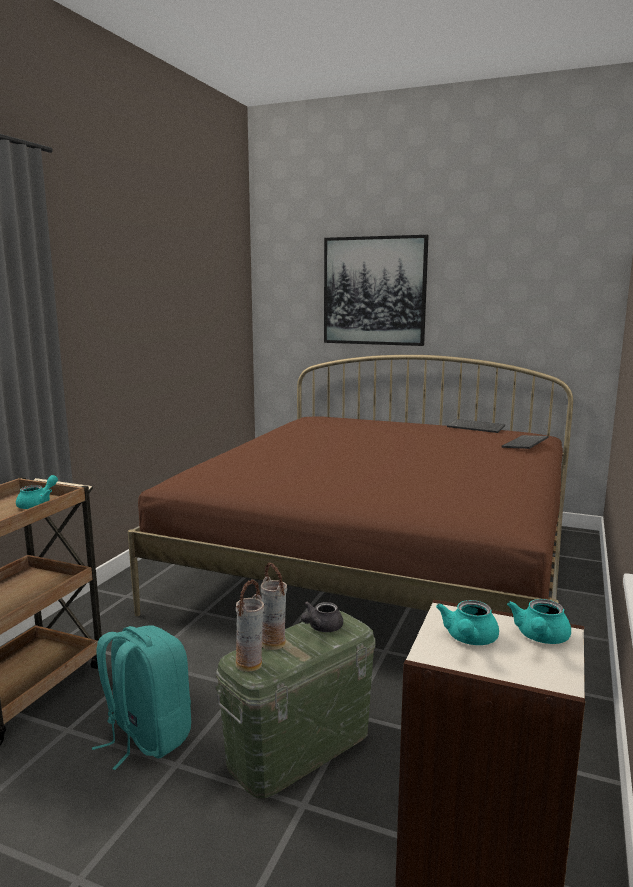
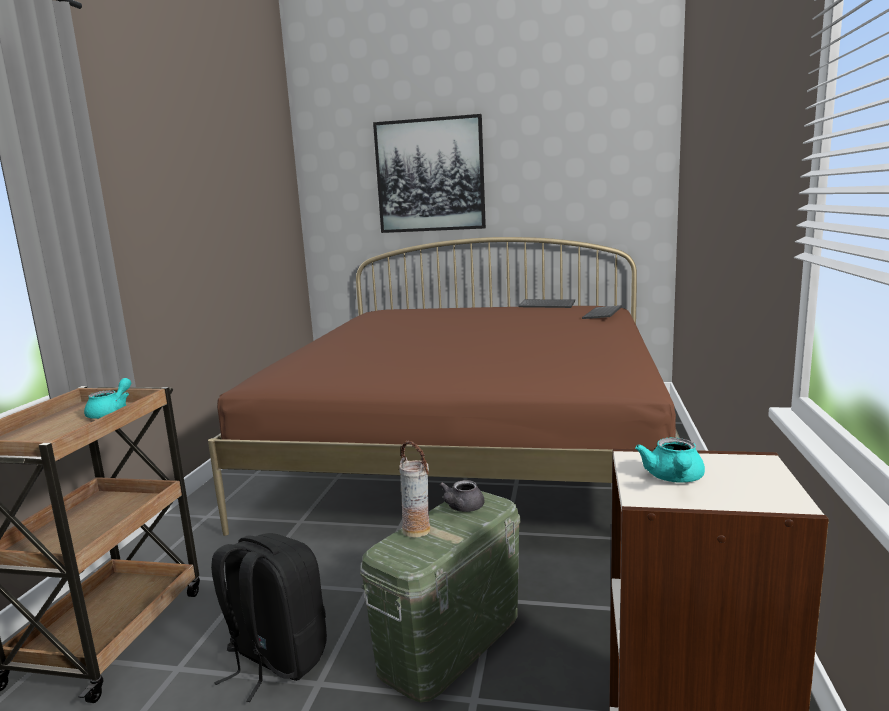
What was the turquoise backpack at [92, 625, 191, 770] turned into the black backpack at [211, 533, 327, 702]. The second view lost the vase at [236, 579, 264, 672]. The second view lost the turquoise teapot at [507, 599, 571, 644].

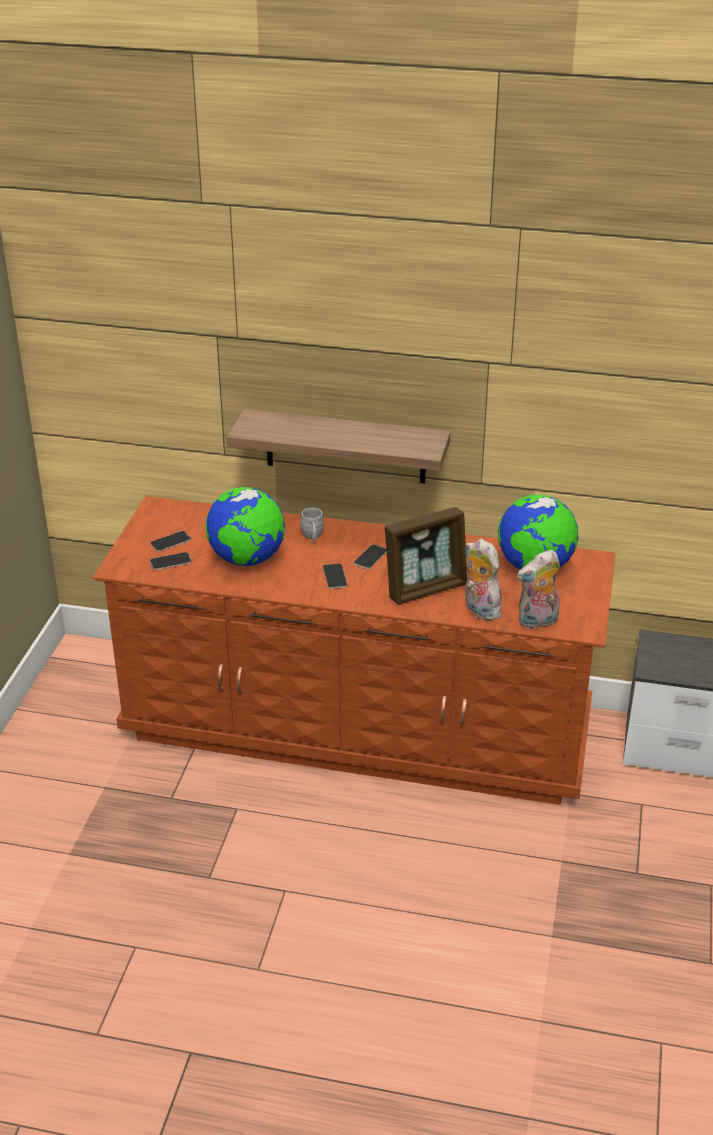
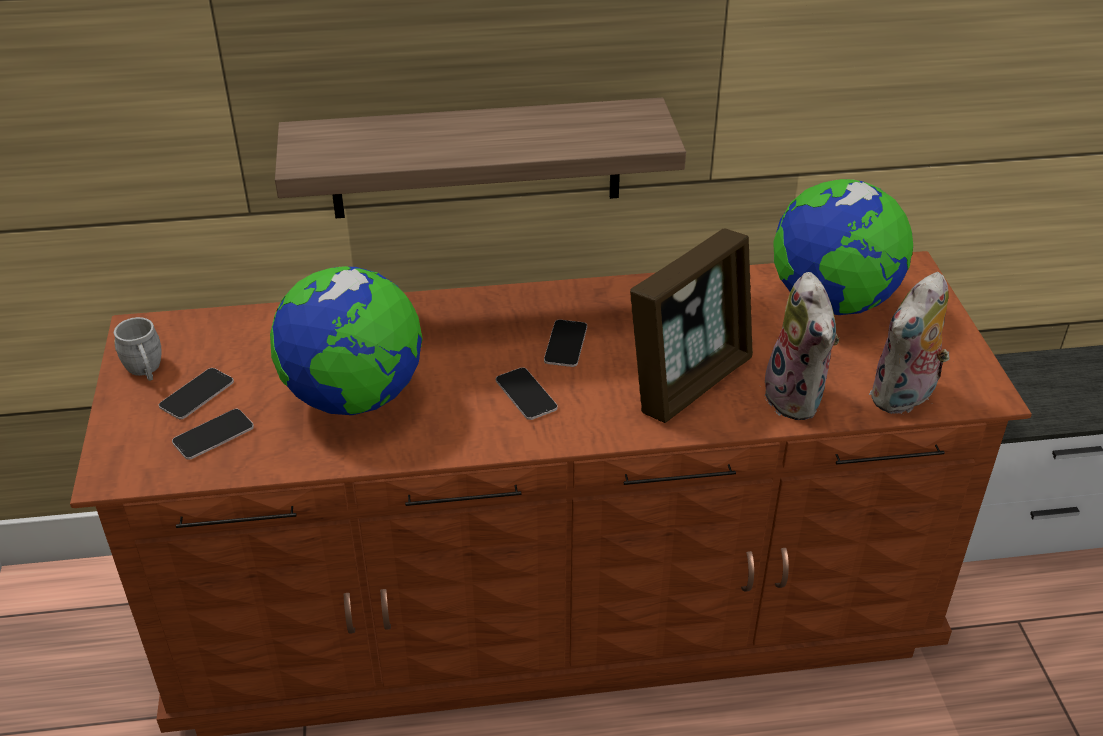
The grey mug ended up elsewhere, having gone from [300, 508, 324, 542] to [114, 317, 162, 381]. The plush toy at [464, 539, 505, 620] ended up facing another way, 135 degrees counterclockwise from before.

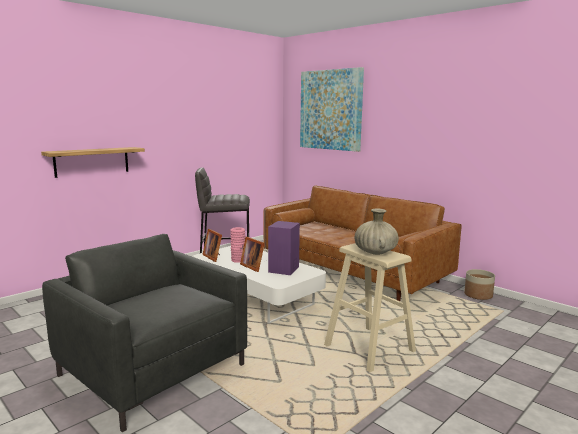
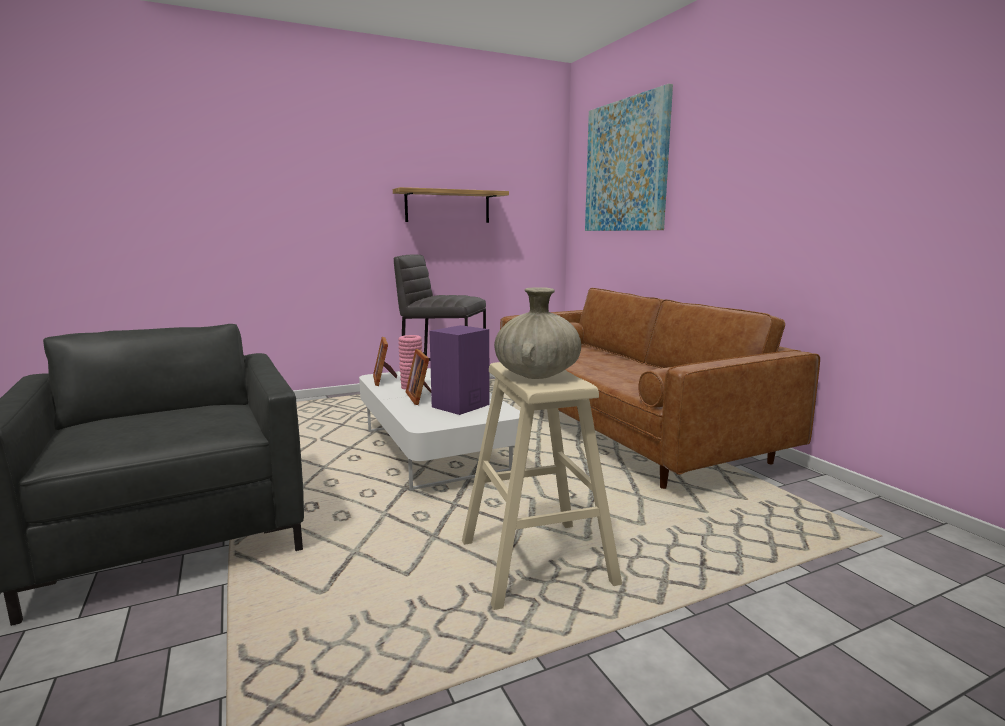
The shelf ended up elsewhere, having gone from [41, 147, 145, 178] to [393, 187, 509, 223]. The second view lost the planter at [464, 269, 495, 300].

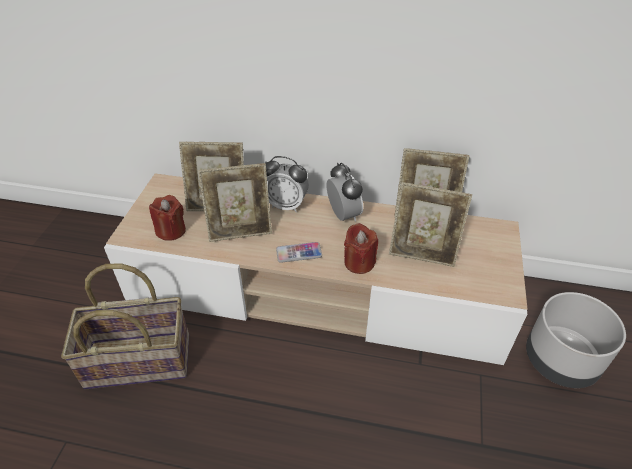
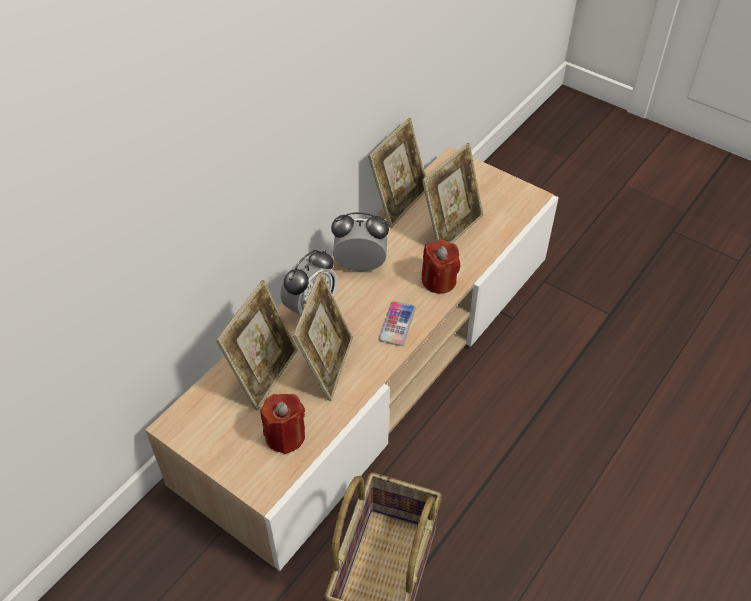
The second view lost the grey planter at [526, 292, 626, 388].

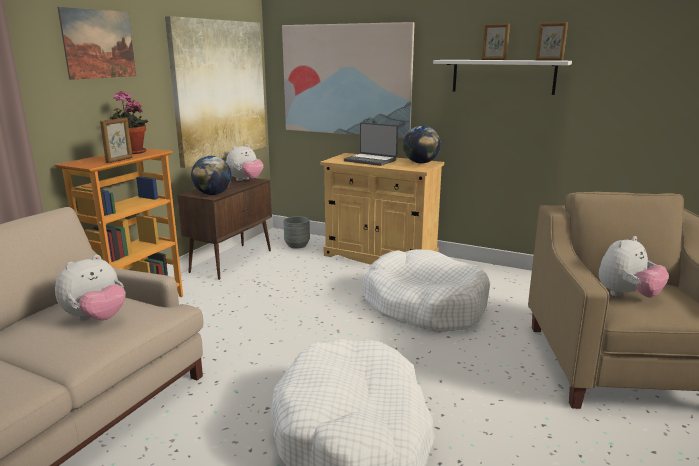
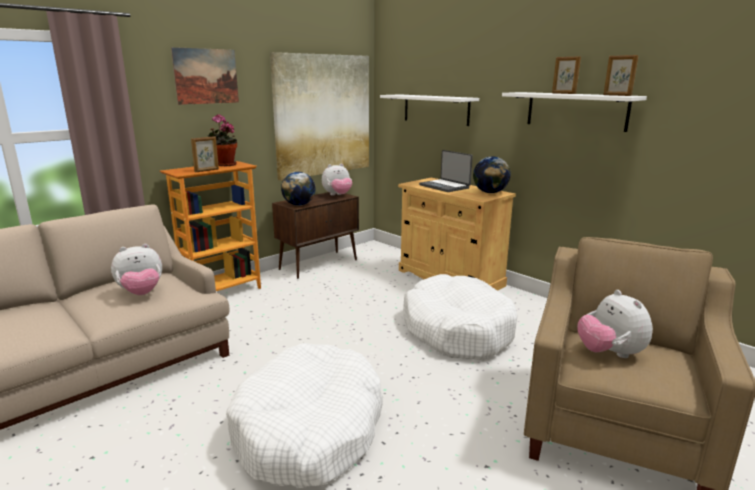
Where the picture hung at [282, 22, 415, 138], the white shelf came to hang at [380, 94, 479, 126]. The second view lost the grey planter at [284, 216, 310, 249]. The plush toy at [598, 236, 669, 298] ended up facing another way, 90 degrees clockwise from before.

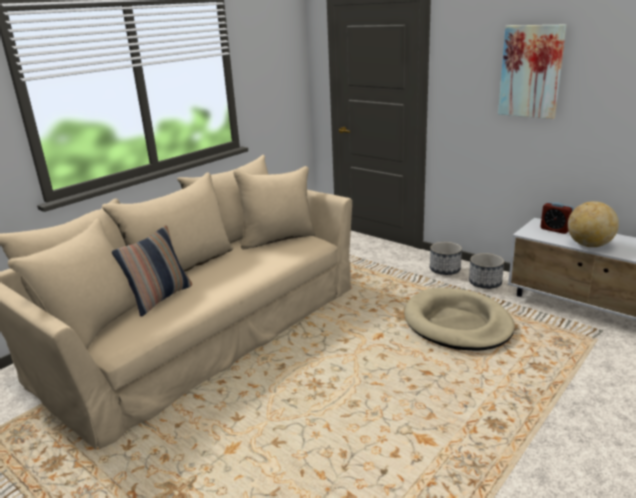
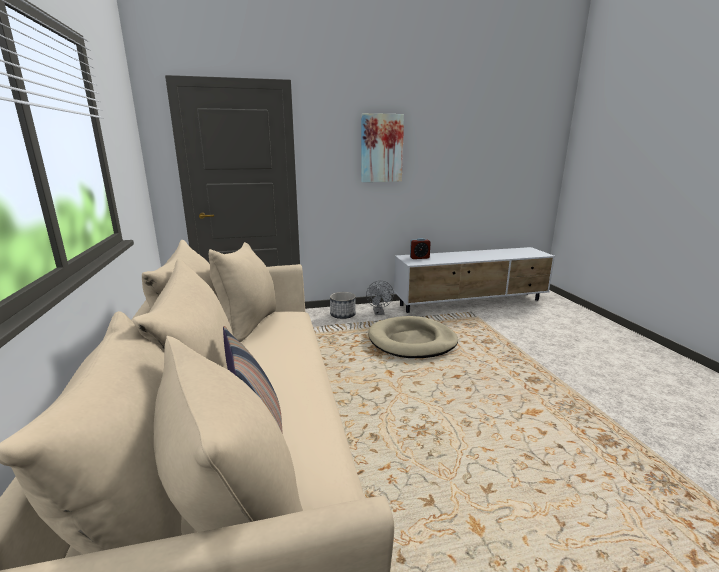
Where the planter stood at [469, 253, 504, 289], the grey fan came to stand at [366, 281, 394, 315]. The second view lost the globe at [568, 201, 619, 247].

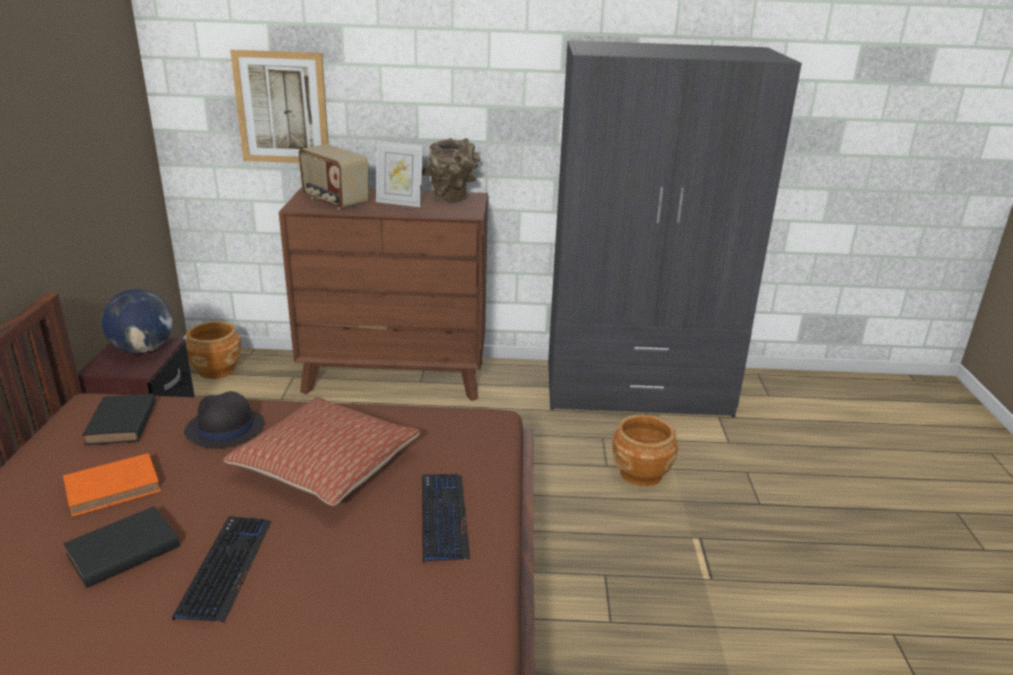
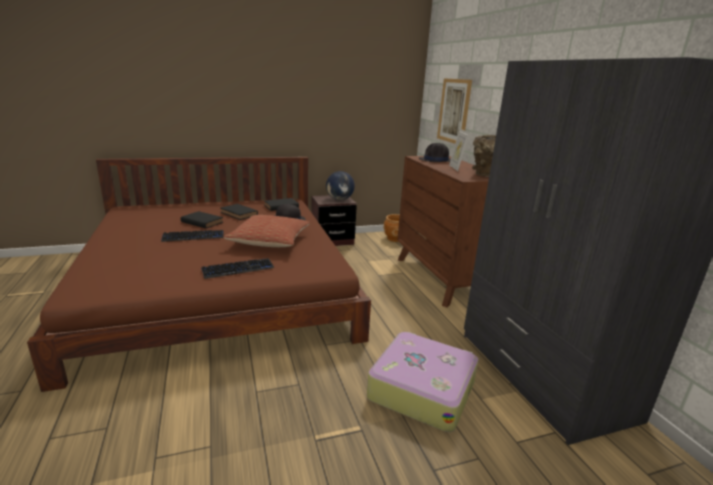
What was the orange book at [63, 453, 160, 517] turned into the black book at [220, 204, 258, 220]. Where the radio stood at [299, 144, 369, 210], the black hat came to stand at [419, 143, 451, 162]. Where the brown planter stood at [613, 414, 678, 487], the suitcase came to stand at [367, 332, 478, 432].

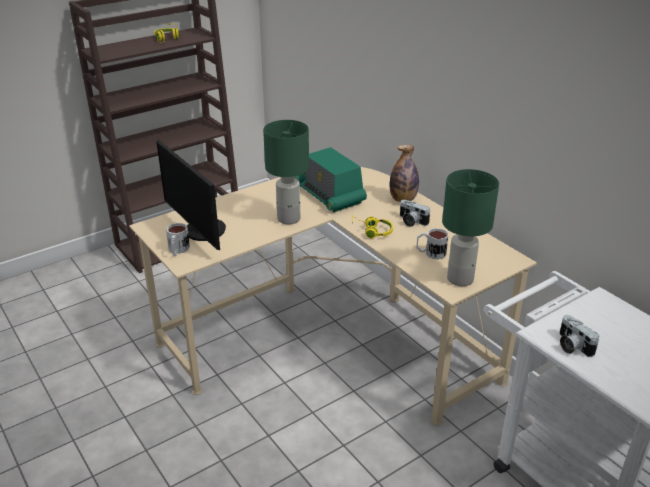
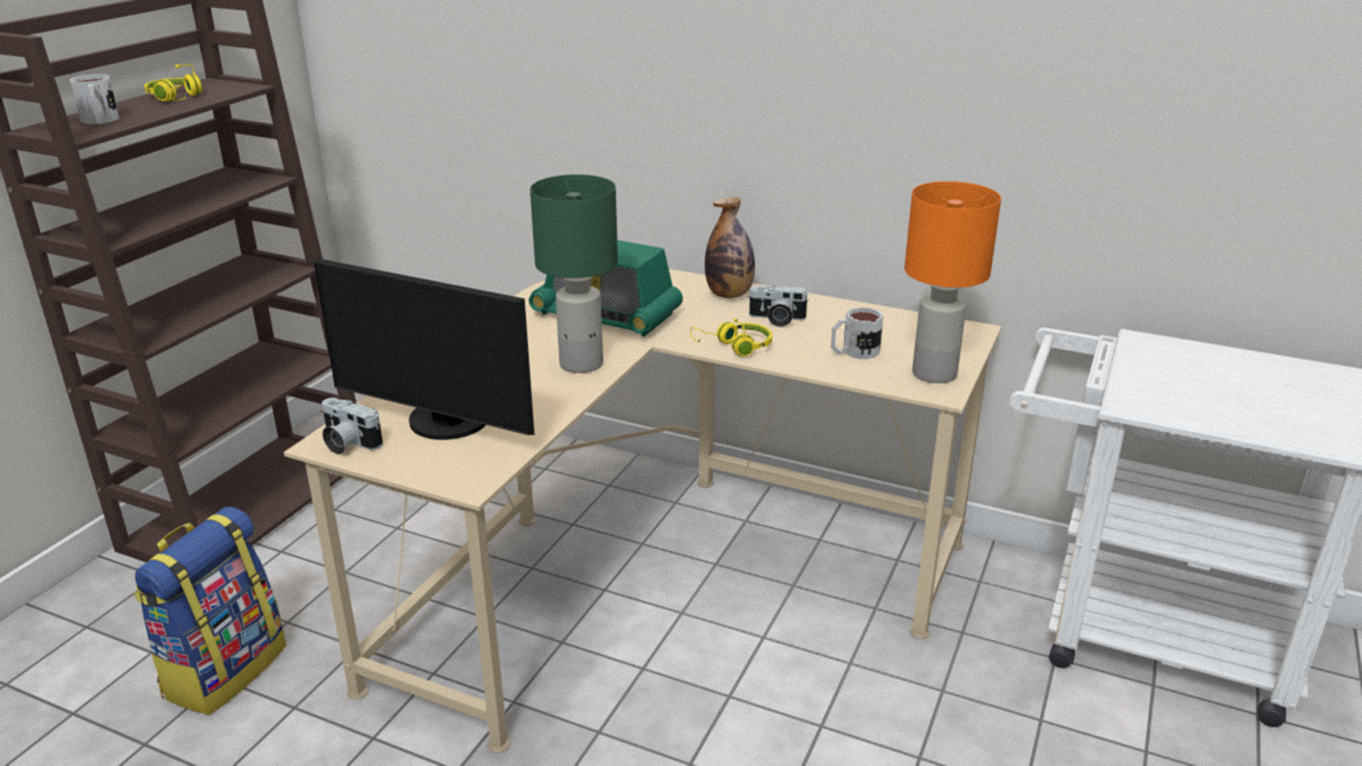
The mug ended up elsewhere, having gone from [166, 223, 190, 256] to [70, 74, 119, 124]. What was the green table lamp at [442, 169, 499, 286] turned into the orange table lamp at [904, 181, 1001, 383]. The photo camera ended up elsewhere, having gone from [559, 315, 599, 357] to [322, 398, 383, 455]. The second view gained the backpack at [134, 507, 286, 715].

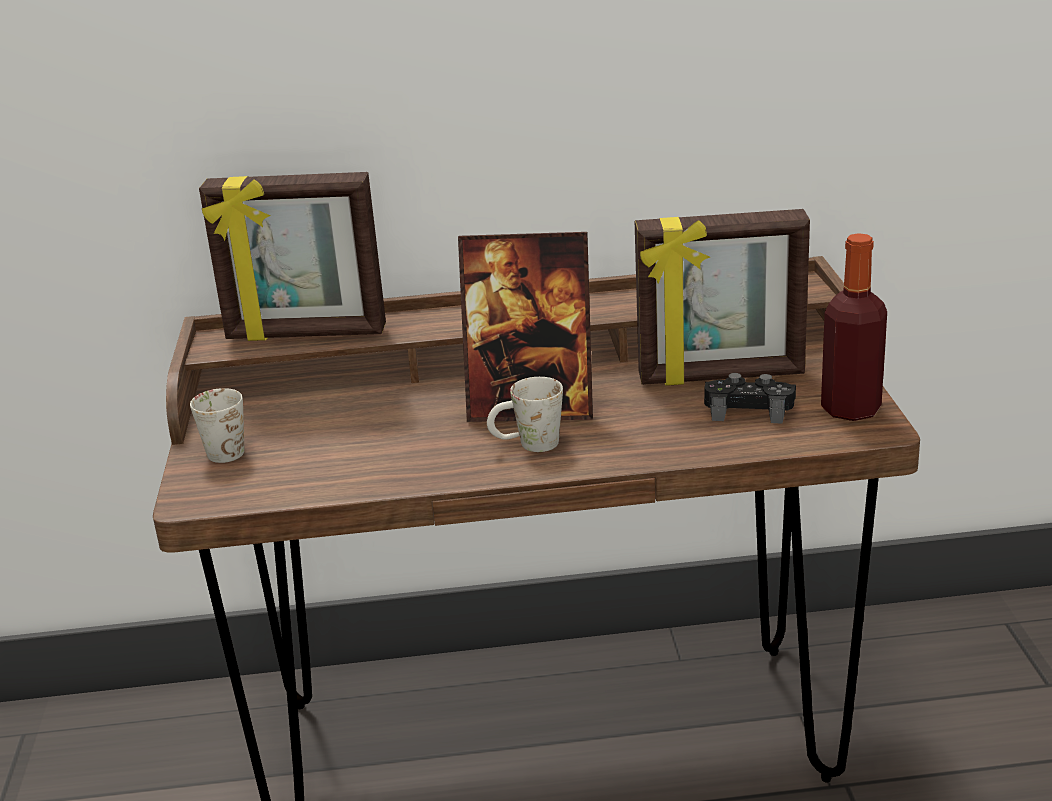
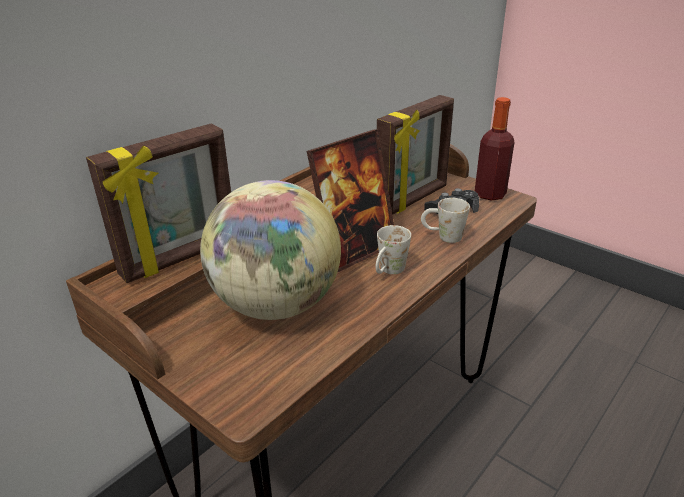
The white mug ended up elsewhere, having gone from [190, 388, 244, 463] to [421, 198, 470, 243]. The second view gained the globe at [200, 180, 341, 320].

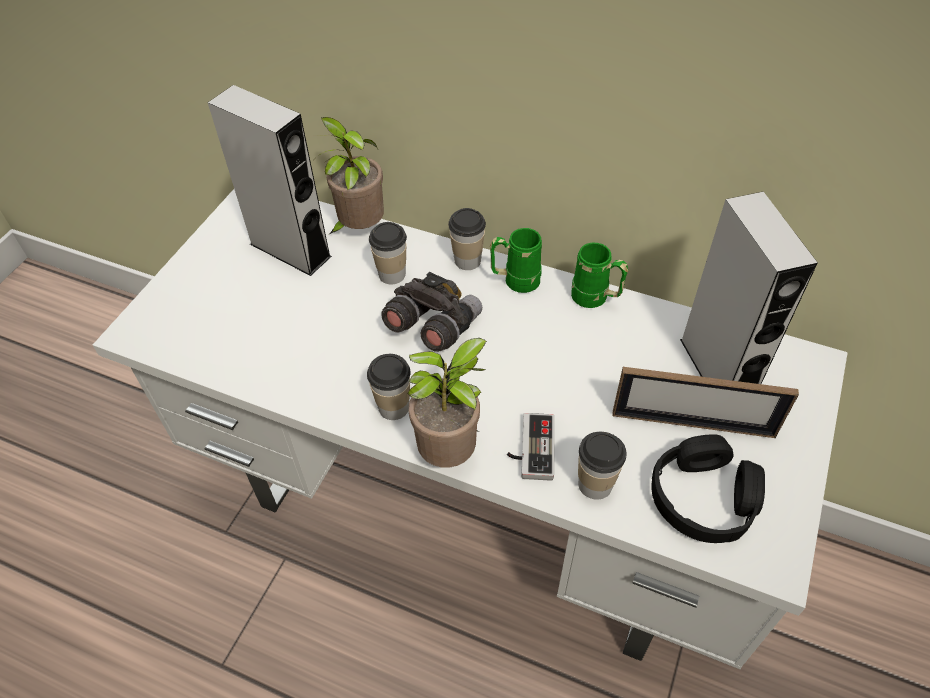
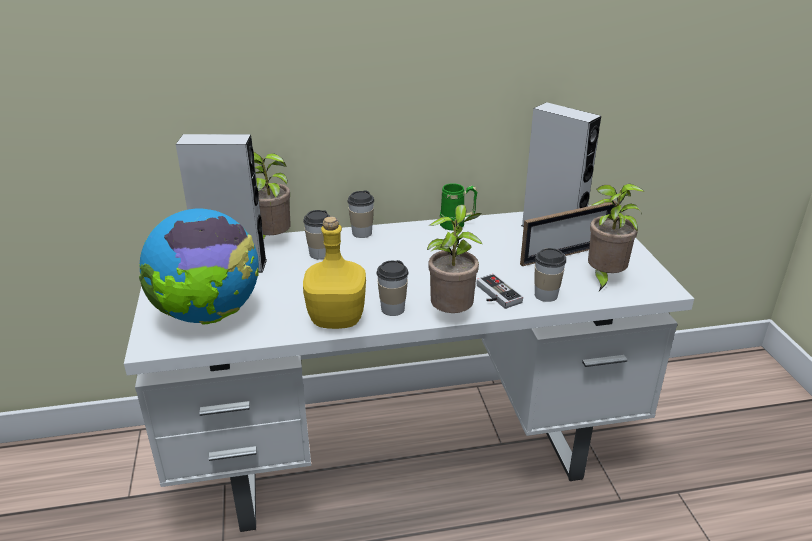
The second view lost the grey binoculars at [381, 272, 482, 352]. The second view lost the green mug at [490, 228, 542, 293]. Where the black headphones stood at [651, 434, 765, 543], the potted plant came to stand at [588, 183, 645, 291]. The second view gained the globe at [139, 209, 259, 325]. The second view gained the yellow bottle at [303, 217, 366, 329].

